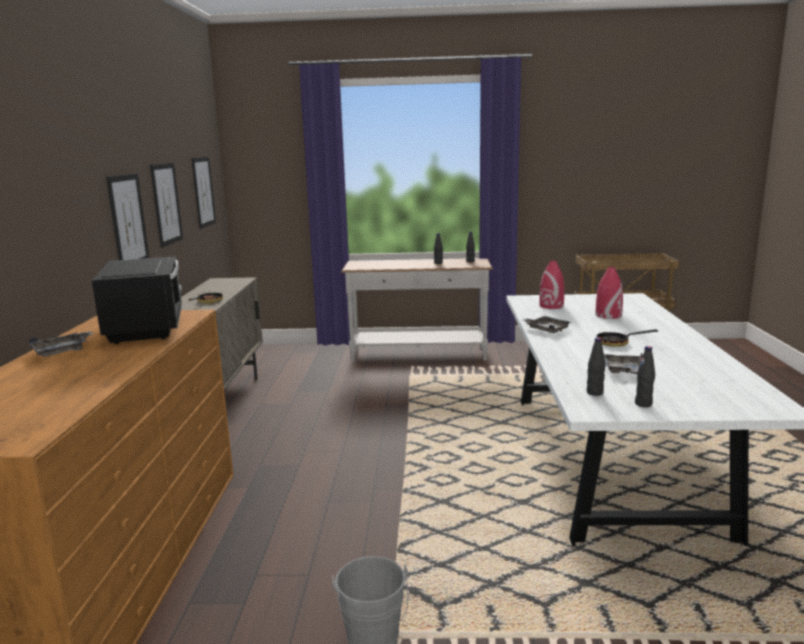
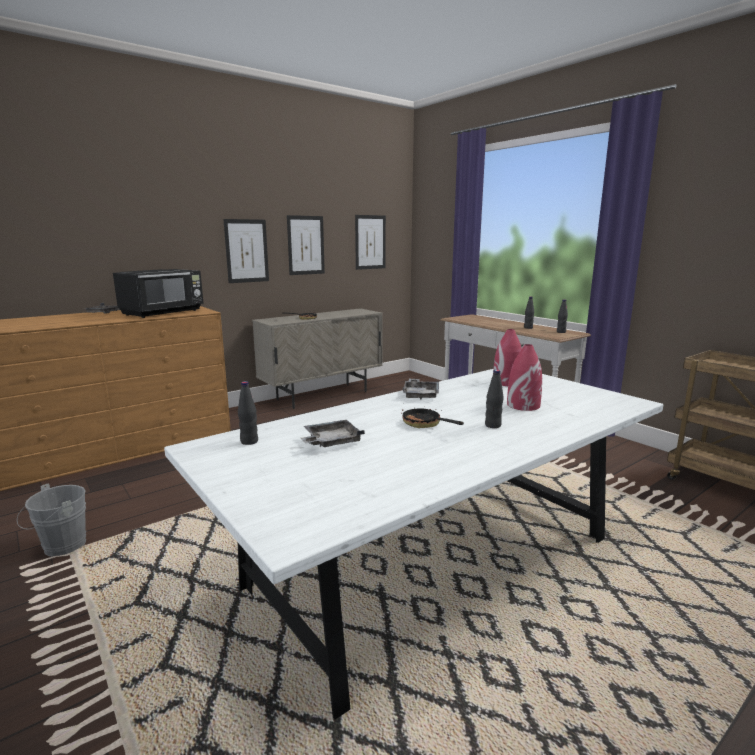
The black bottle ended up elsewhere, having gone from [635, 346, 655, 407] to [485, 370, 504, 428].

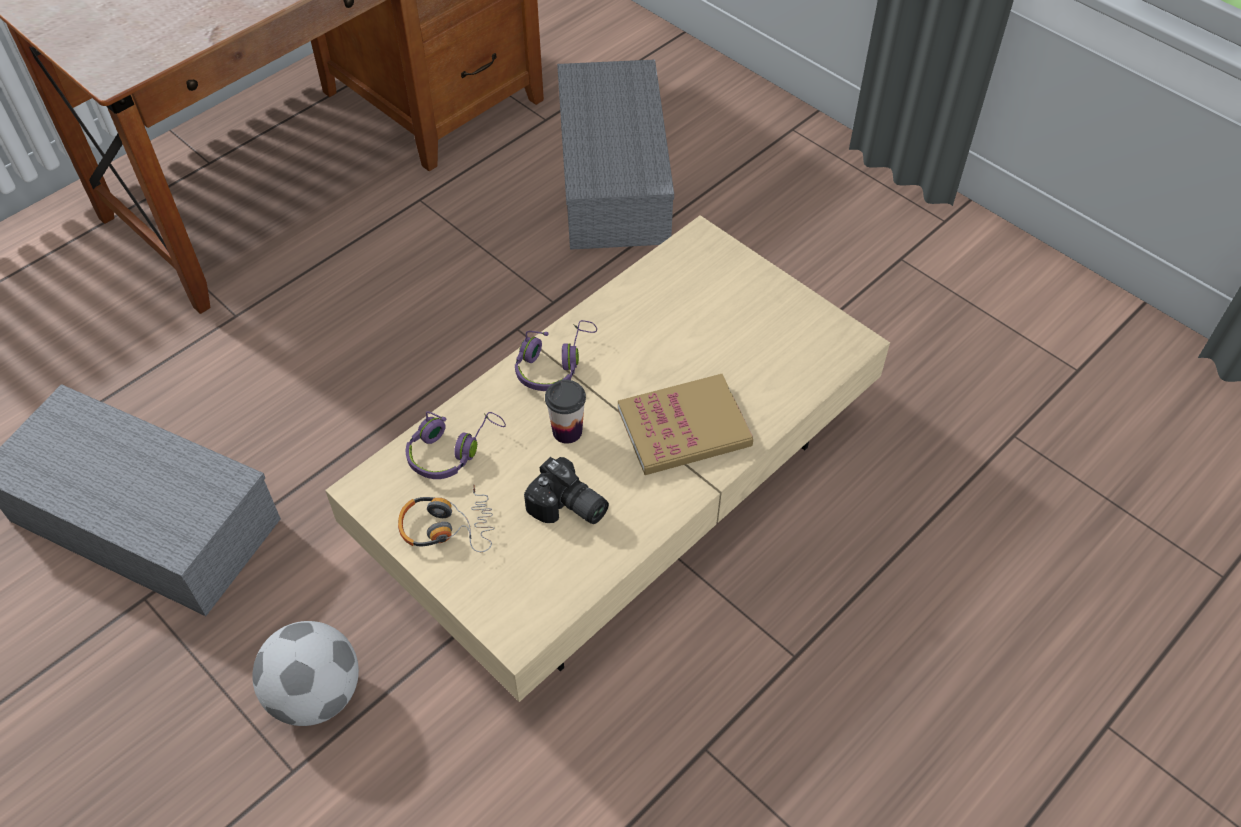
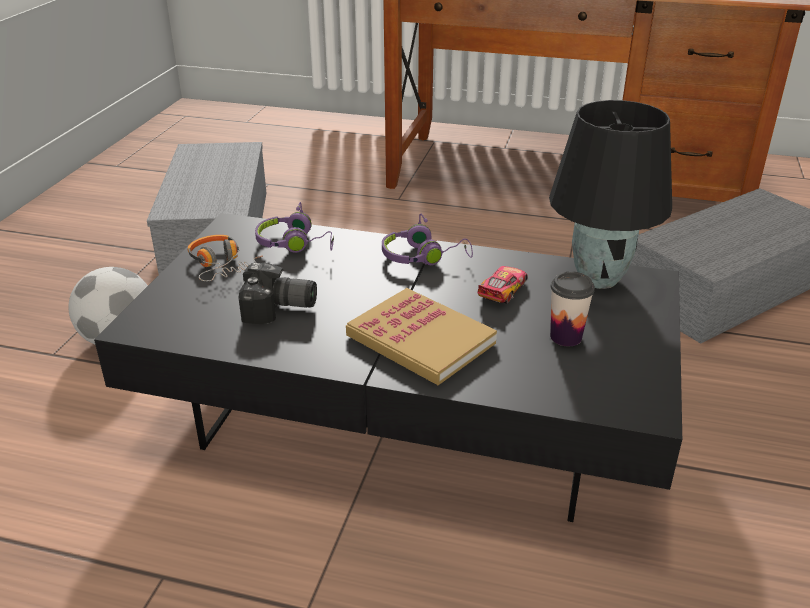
What was the beige coffee table at [325, 215, 890, 702] turned into the black coffee table at [94, 213, 682, 522]. The photo camera at [524, 457, 609, 524] ended up facing another way, 90 degrees counterclockwise from before. The cup ended up elsewhere, having gone from [545, 380, 586, 444] to [550, 271, 595, 346]. The second view gained the toy car at [478, 266, 528, 304]. The second view gained the black table lamp at [549, 100, 672, 289].

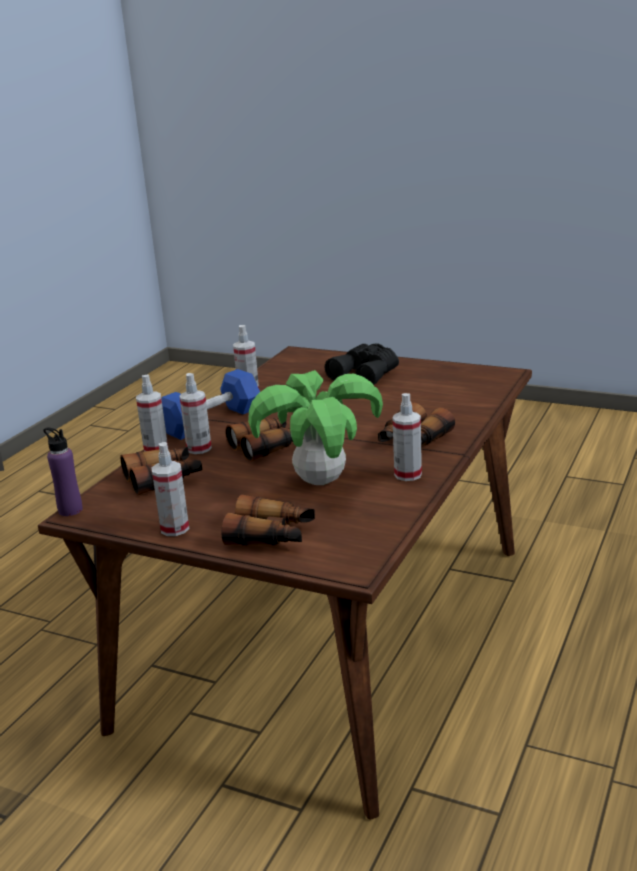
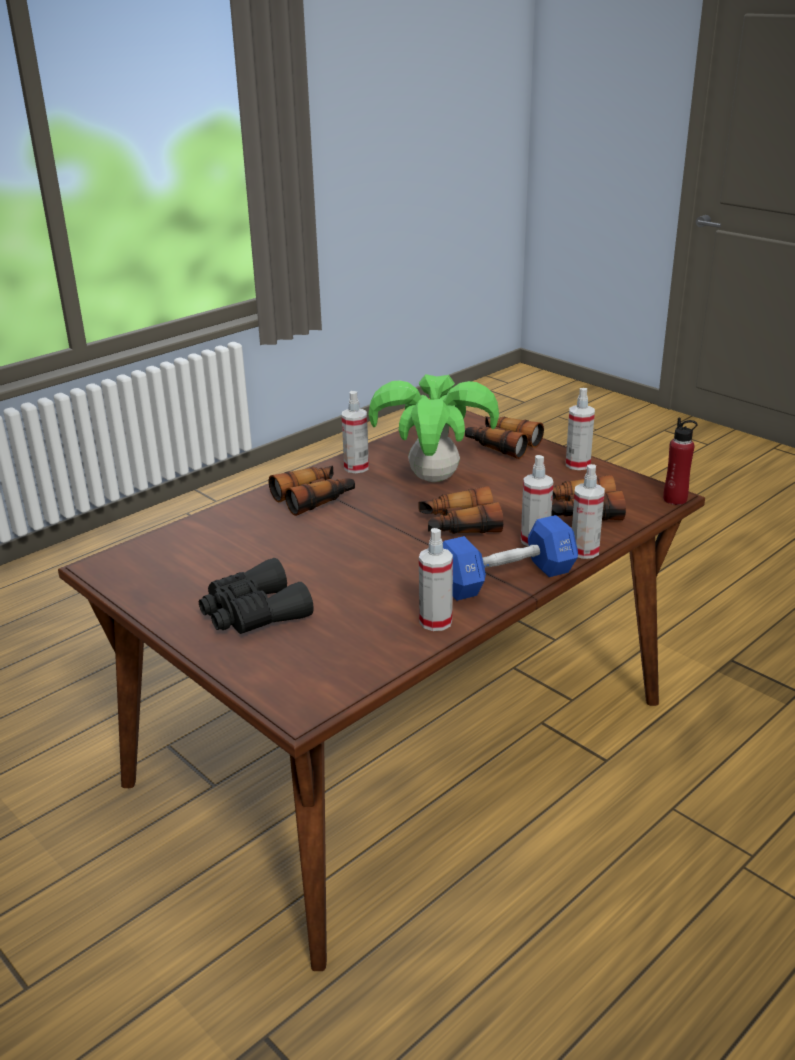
What was the purple bottle at [44, 427, 83, 516] turned into the red bottle at [663, 418, 697, 505].

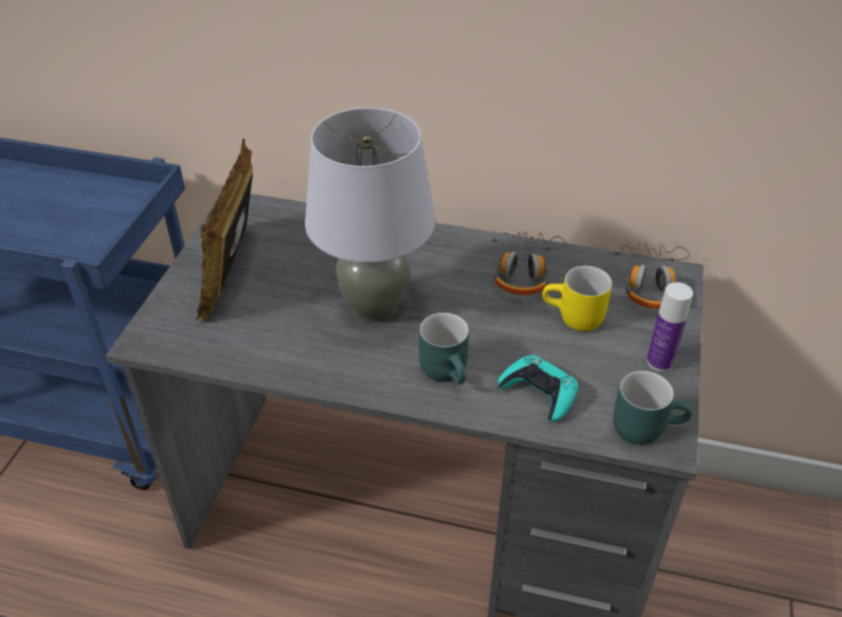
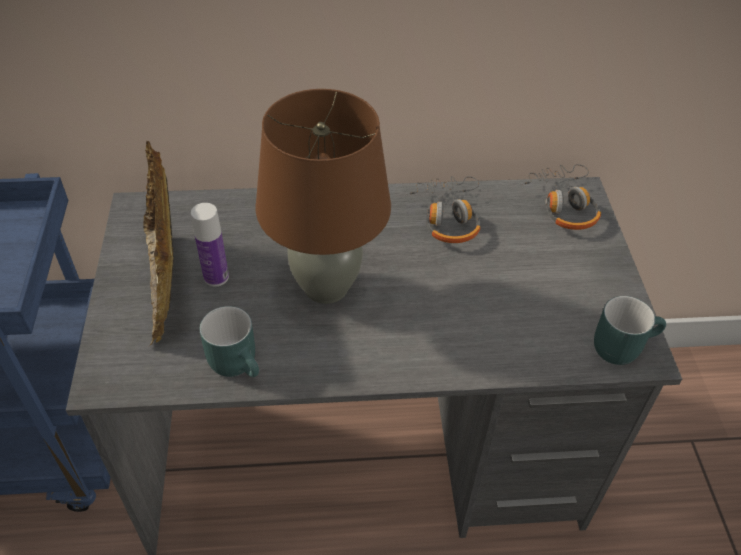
What was the grey table lamp at [305, 107, 435, 322] turned into the brown table lamp at [256, 89, 391, 304]. The turquoise mug ended up elsewhere, having gone from [419, 312, 469, 384] to [199, 306, 259, 377]. The second view lost the turquoise game controller at [498, 355, 579, 422]. The second view lost the yellow mug at [542, 266, 612, 331]. The bottle ended up elsewhere, having gone from [647, 282, 693, 372] to [191, 203, 229, 286].

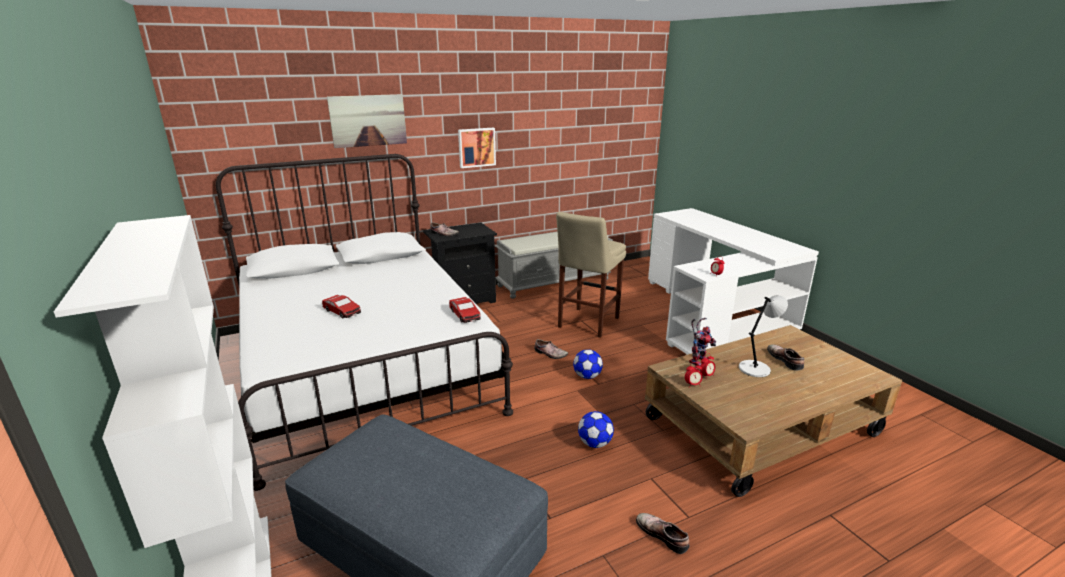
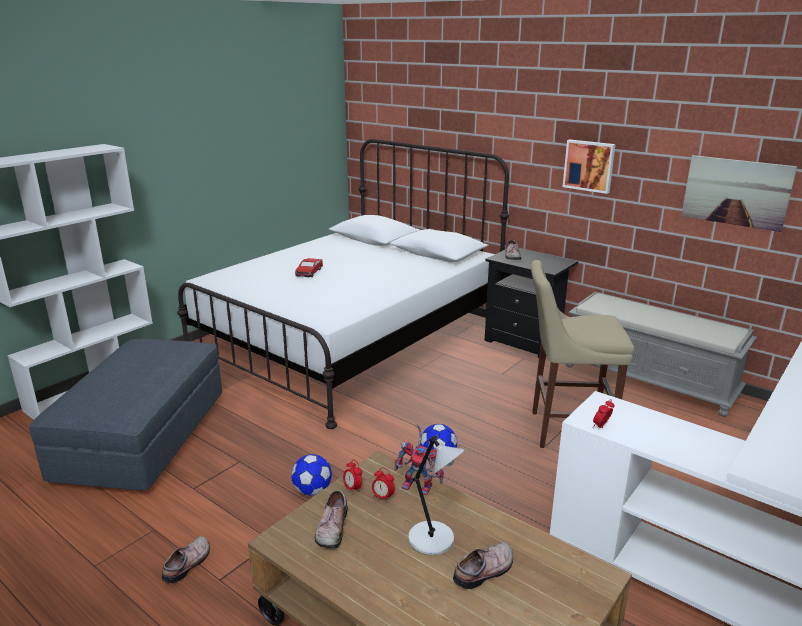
The picture ended up elsewhere, having gone from [327, 94, 407, 148] to [681, 155, 797, 232]. The second view lost the toy car at [449, 297, 481, 323]. The shoe ended up elsewhere, having gone from [534, 339, 568, 359] to [315, 490, 348, 548].

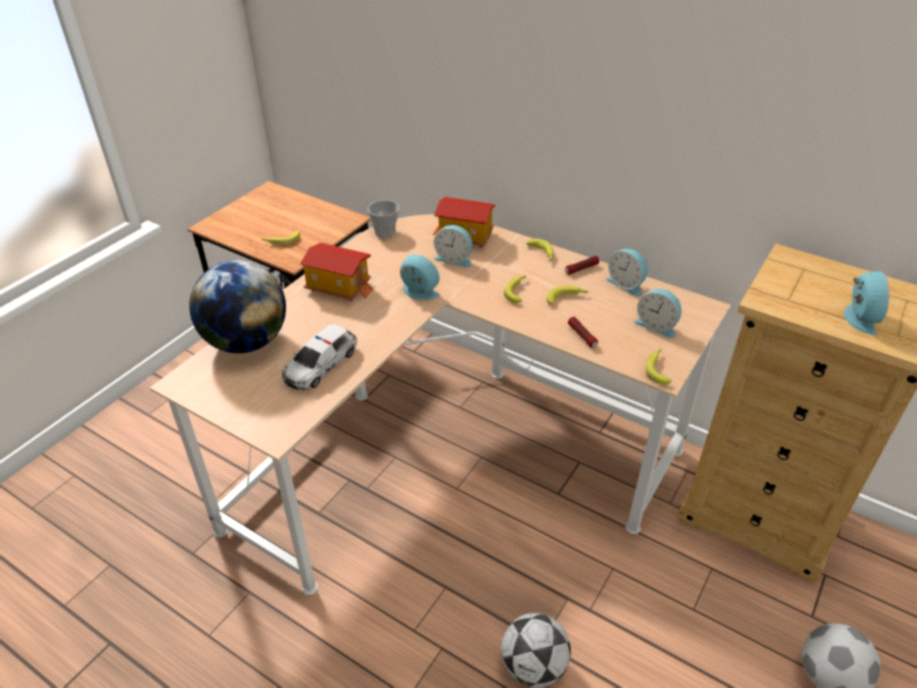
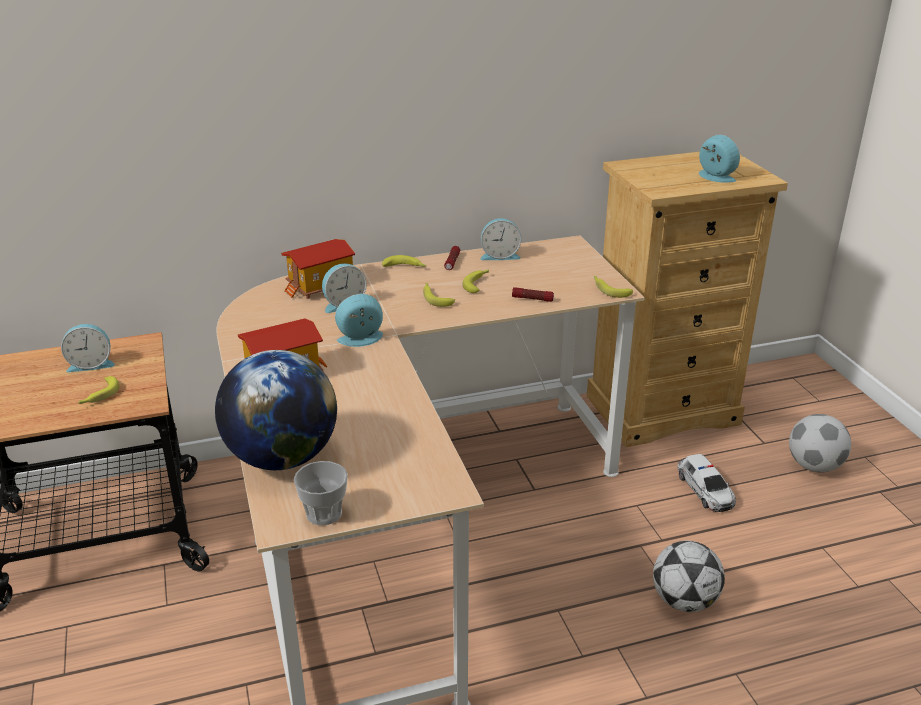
The toy car ended up elsewhere, having gone from [282, 324, 357, 390] to [677, 454, 736, 512]. The cup ended up elsewhere, having gone from [368, 200, 399, 238] to [294, 461, 348, 525]. The alarm clock ended up elsewhere, having gone from [634, 289, 681, 338] to [61, 324, 115, 372].

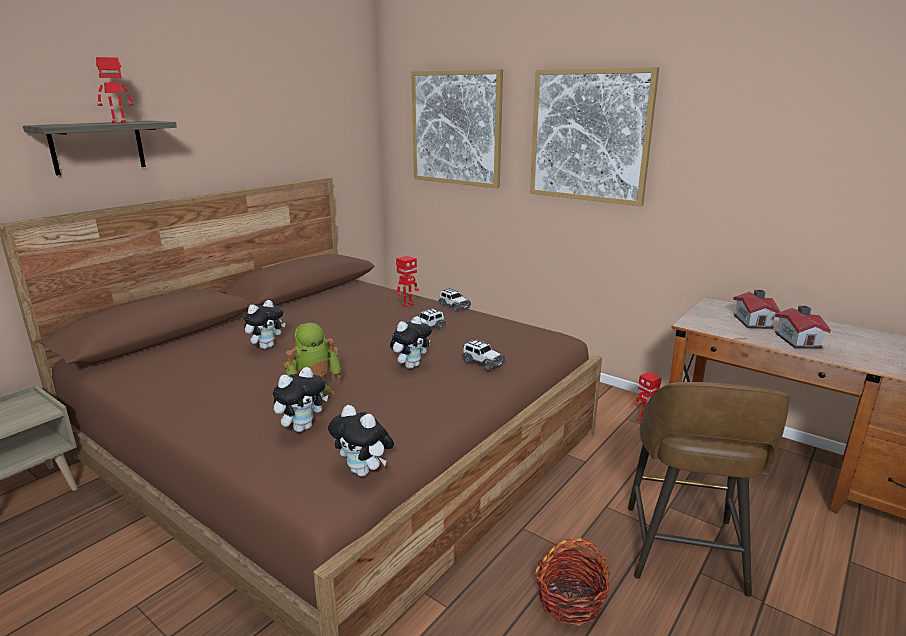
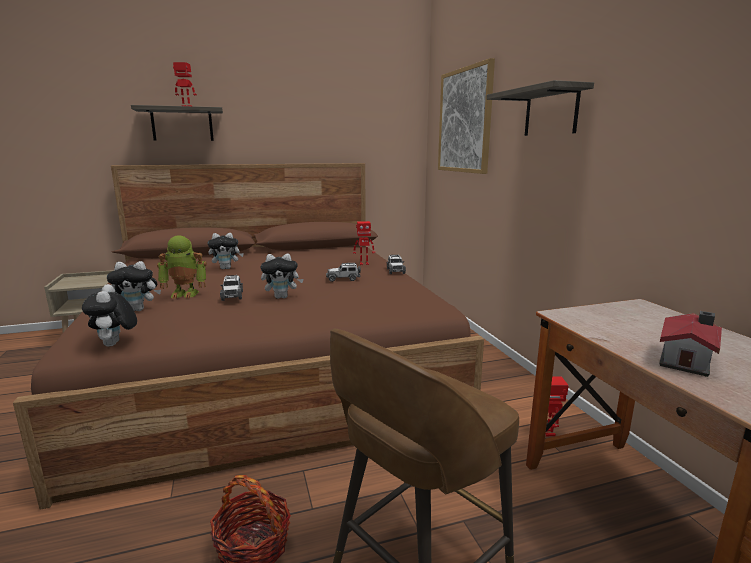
The toy car ended up elsewhere, having gone from [461, 339, 506, 371] to [220, 275, 243, 301]. Where the picture hung at [530, 67, 659, 206], the shelf came to hang at [486, 80, 594, 136]. The second view lost the toy house at [733, 290, 781, 329].

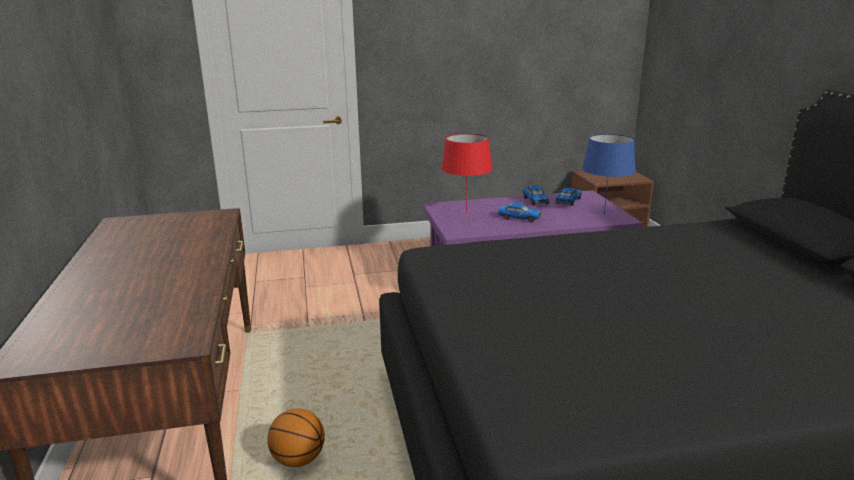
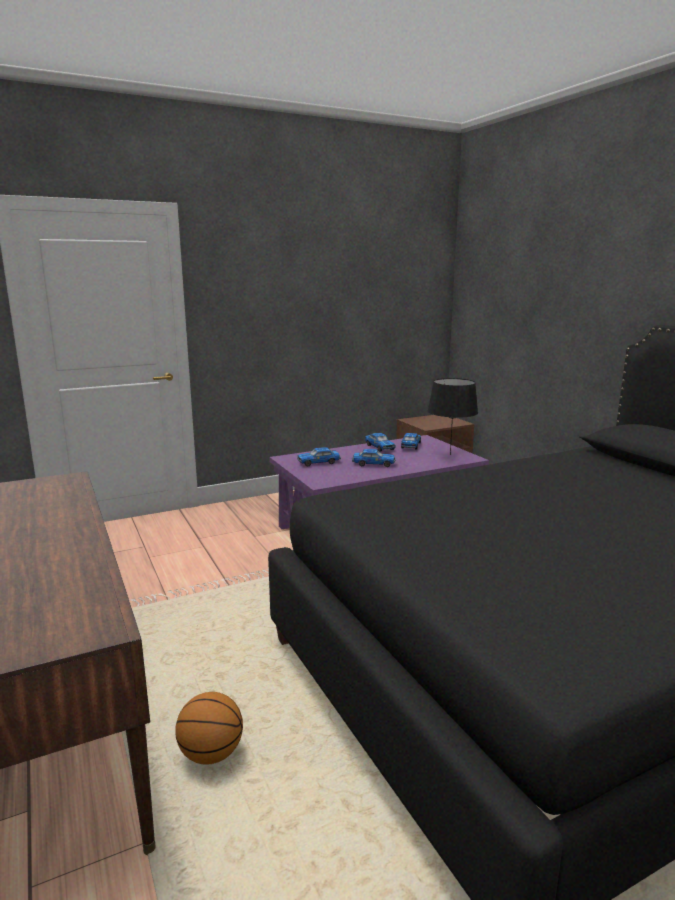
Where the red table lamp stood at [441, 133, 492, 213], the toy car came to stand at [297, 447, 341, 466]. What was the blue table lamp at [582, 134, 636, 214] turned into the black table lamp at [428, 378, 478, 455].

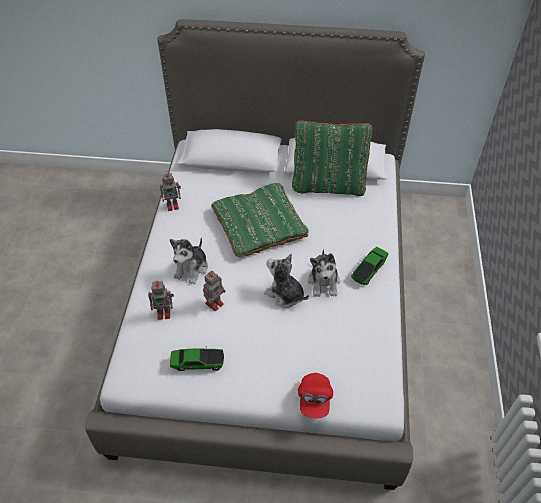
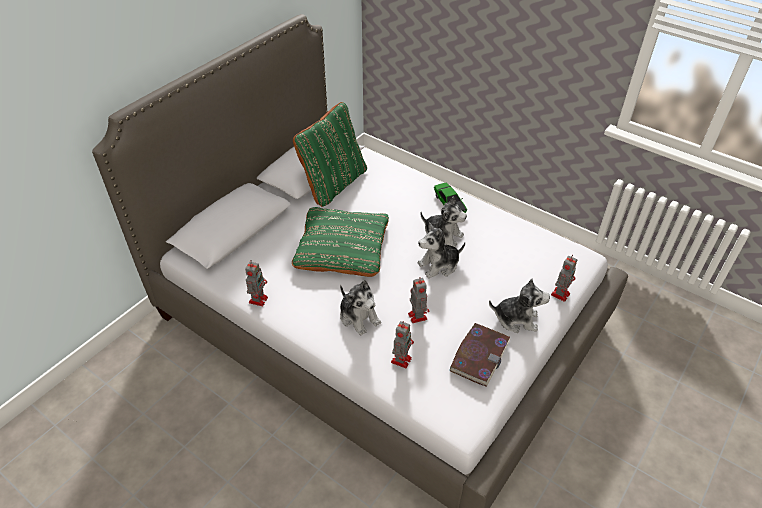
Where the toy car stood at [170, 346, 224, 371], the book came to stand at [450, 323, 510, 386]. Where the red cap stood at [298, 373, 333, 418], the toy robot came to stand at [551, 256, 577, 302]. The second view gained the plush toy at [489, 278, 550, 333].

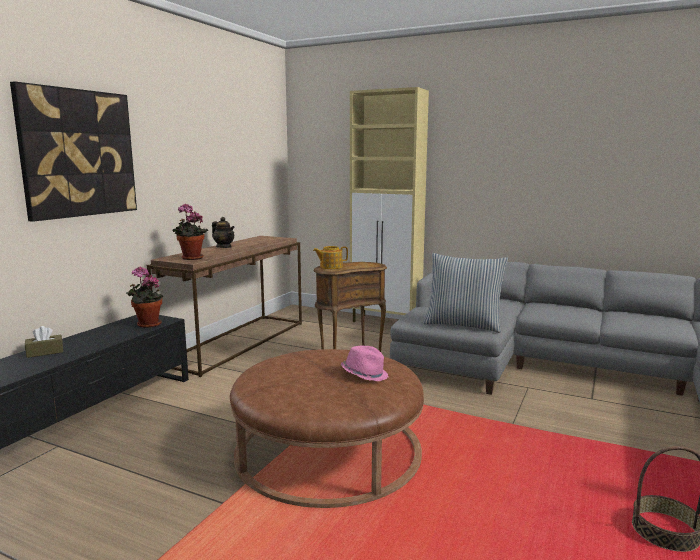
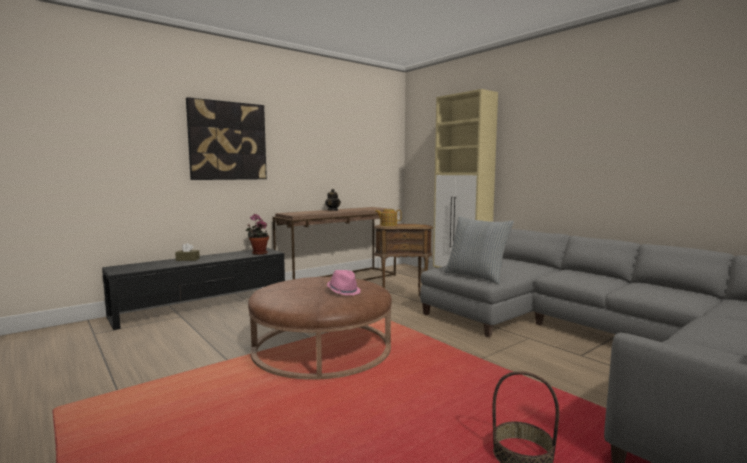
The second view lost the potted plant at [173, 203, 208, 260].

